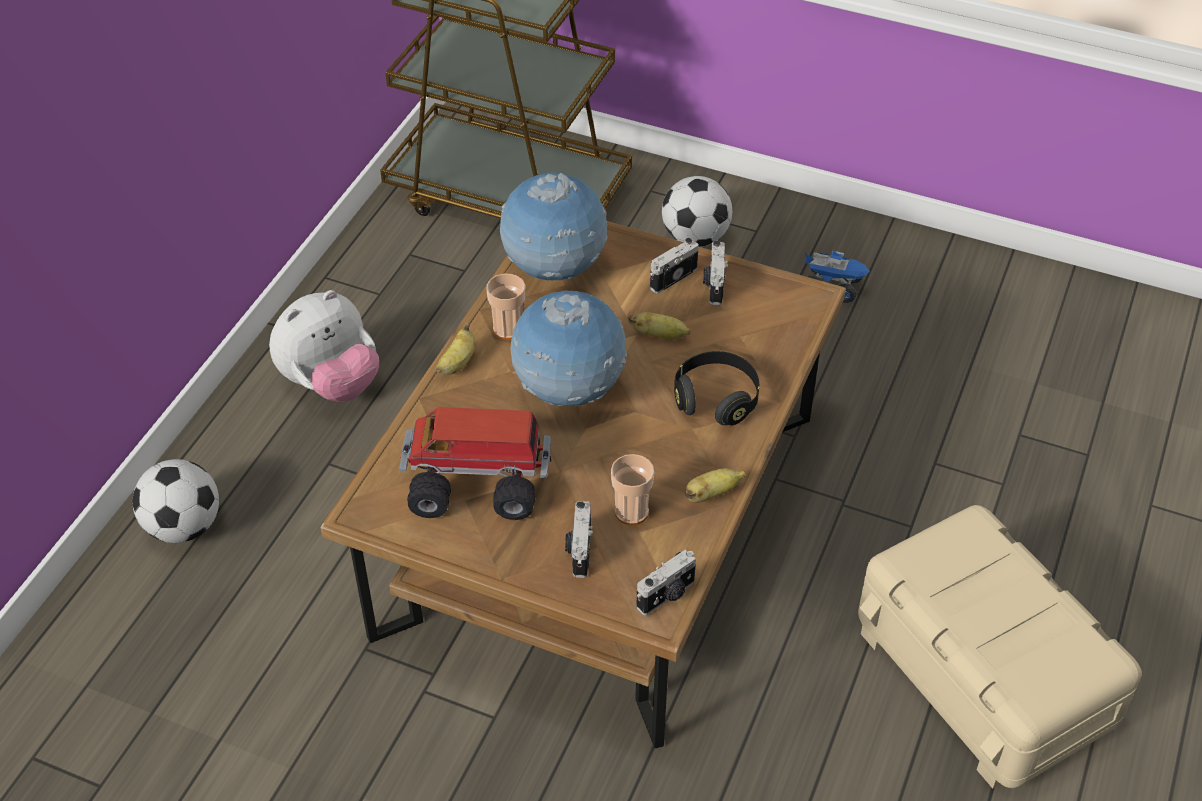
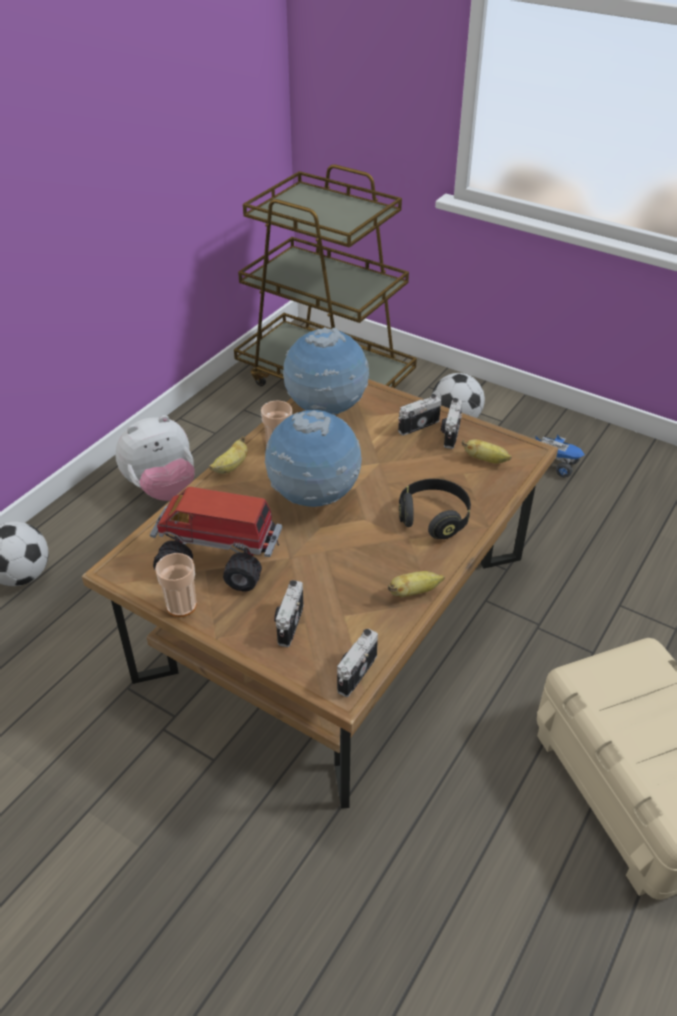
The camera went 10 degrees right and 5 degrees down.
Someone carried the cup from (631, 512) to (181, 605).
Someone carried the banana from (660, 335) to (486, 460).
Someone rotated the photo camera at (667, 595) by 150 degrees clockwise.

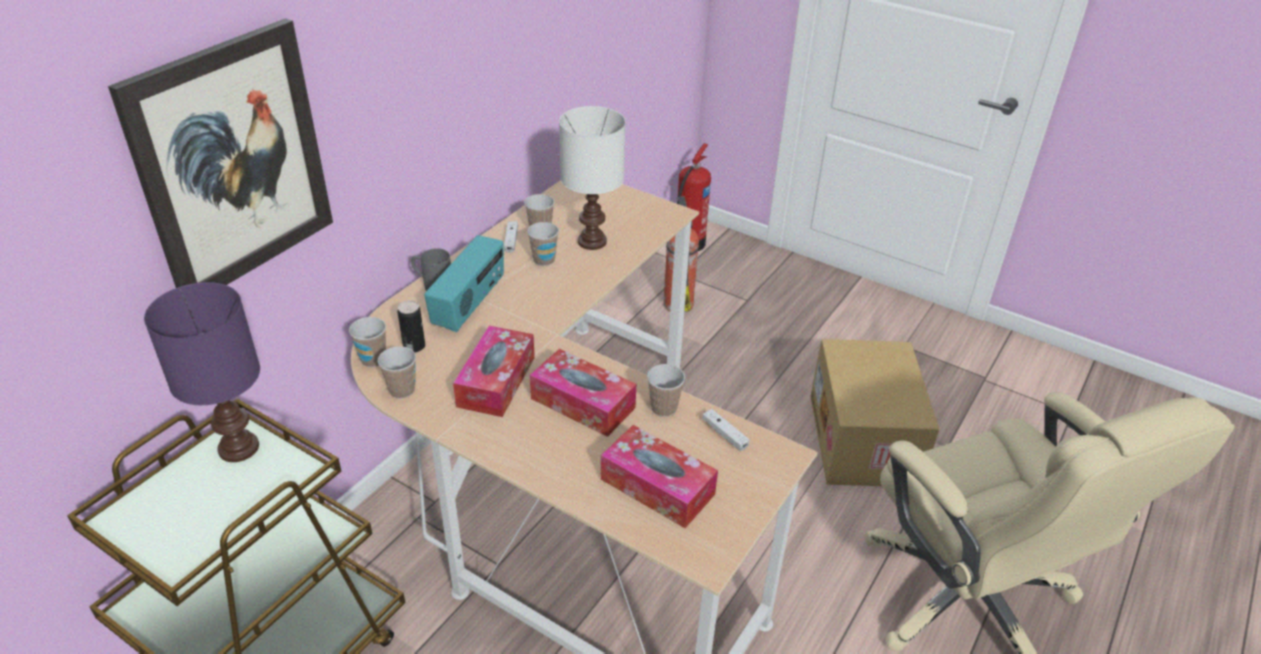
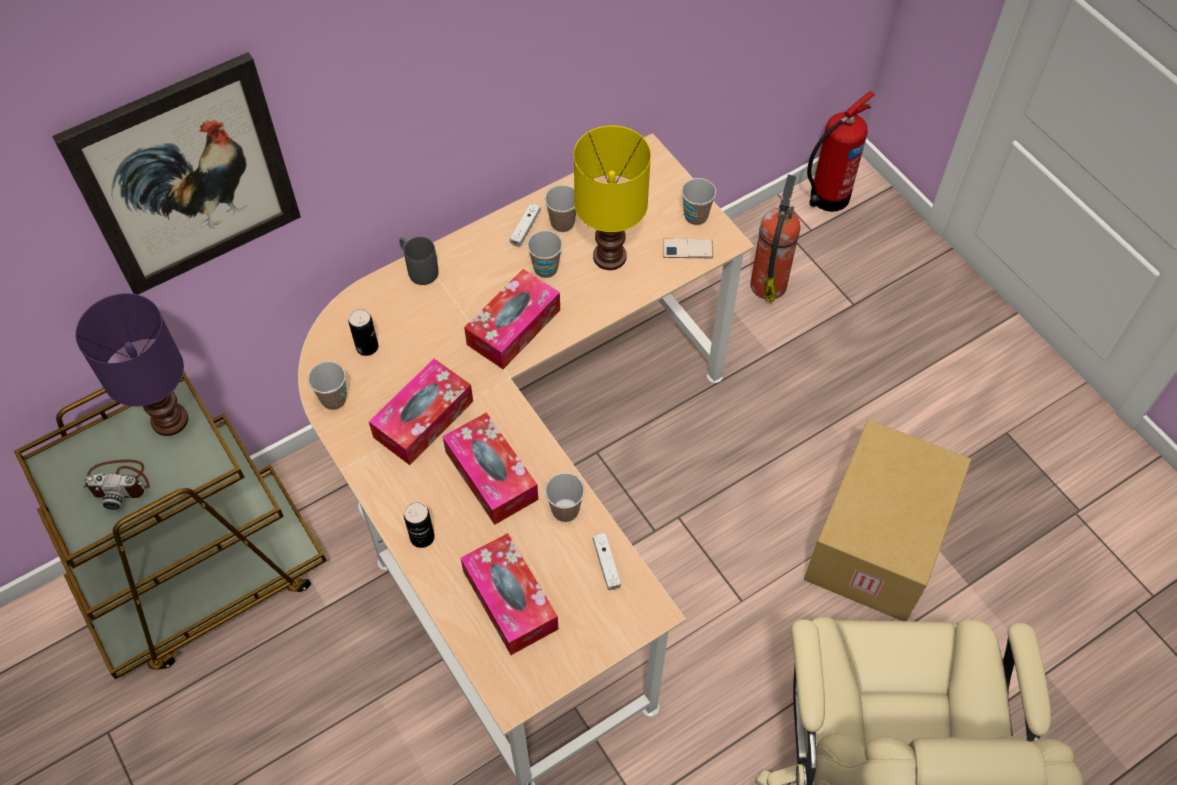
The camera went 25 degrees right and 20 degrees up.
Someone carried the cup from (373, 359) to (696, 216).
Someone took away the radio at (470, 305).
Someone repainted the white table lamp at (591, 241), which became the yellow table lamp at (609, 255).
Someone put down the photo camera at (119, 483).
Someone put down the can at (422, 537).
Someone put down the tissue box at (513, 327).
Someone put down the phone at (687, 249).

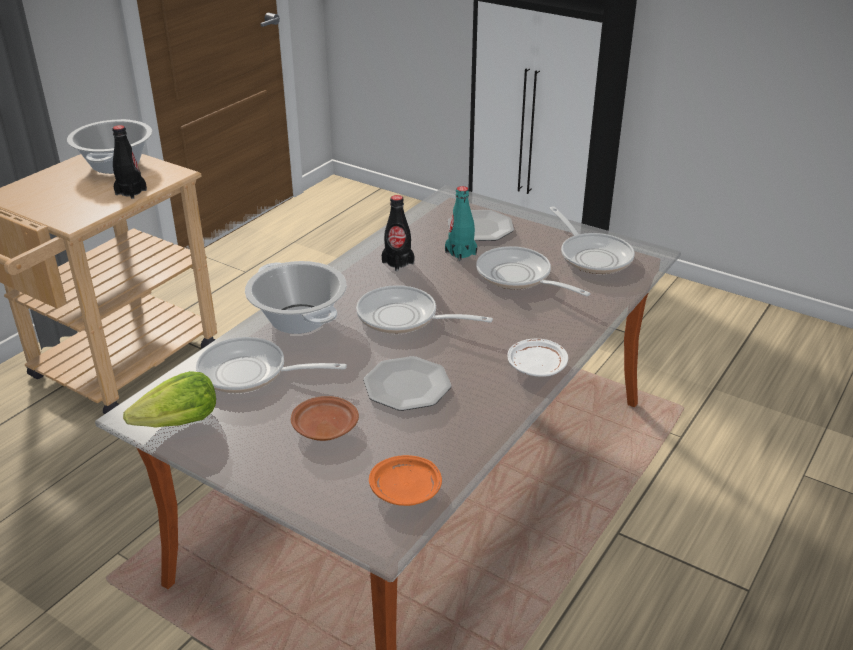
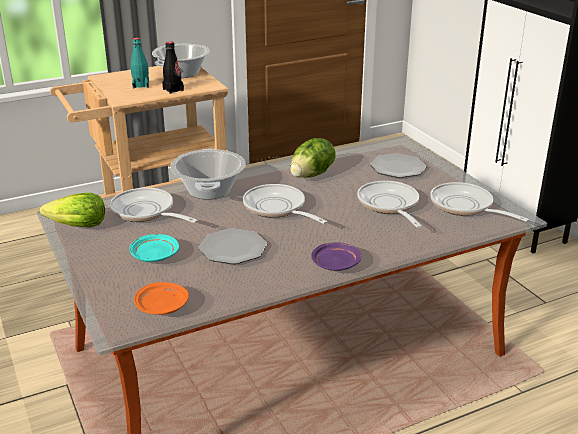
The camera went 30 degrees right and 5 degrees down.
Someone repainted the brown plate at (324, 428), which became the turquoise plate at (154, 255).
Someone swapped the black bottle at (398, 263) for the lettuce at (312, 174).
Someone carried the turquoise bottle from (460, 253) to (141, 85).
Someone repainted the white plate at (536, 366), which became the purple plate at (336, 264).
Someone rotated the frying pan at (592, 256) by 135 degrees clockwise.

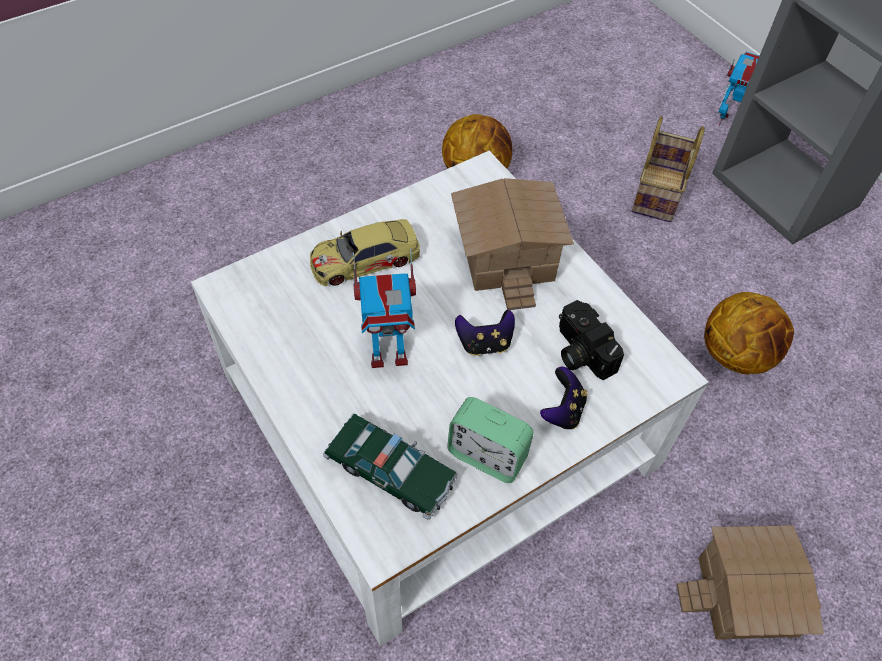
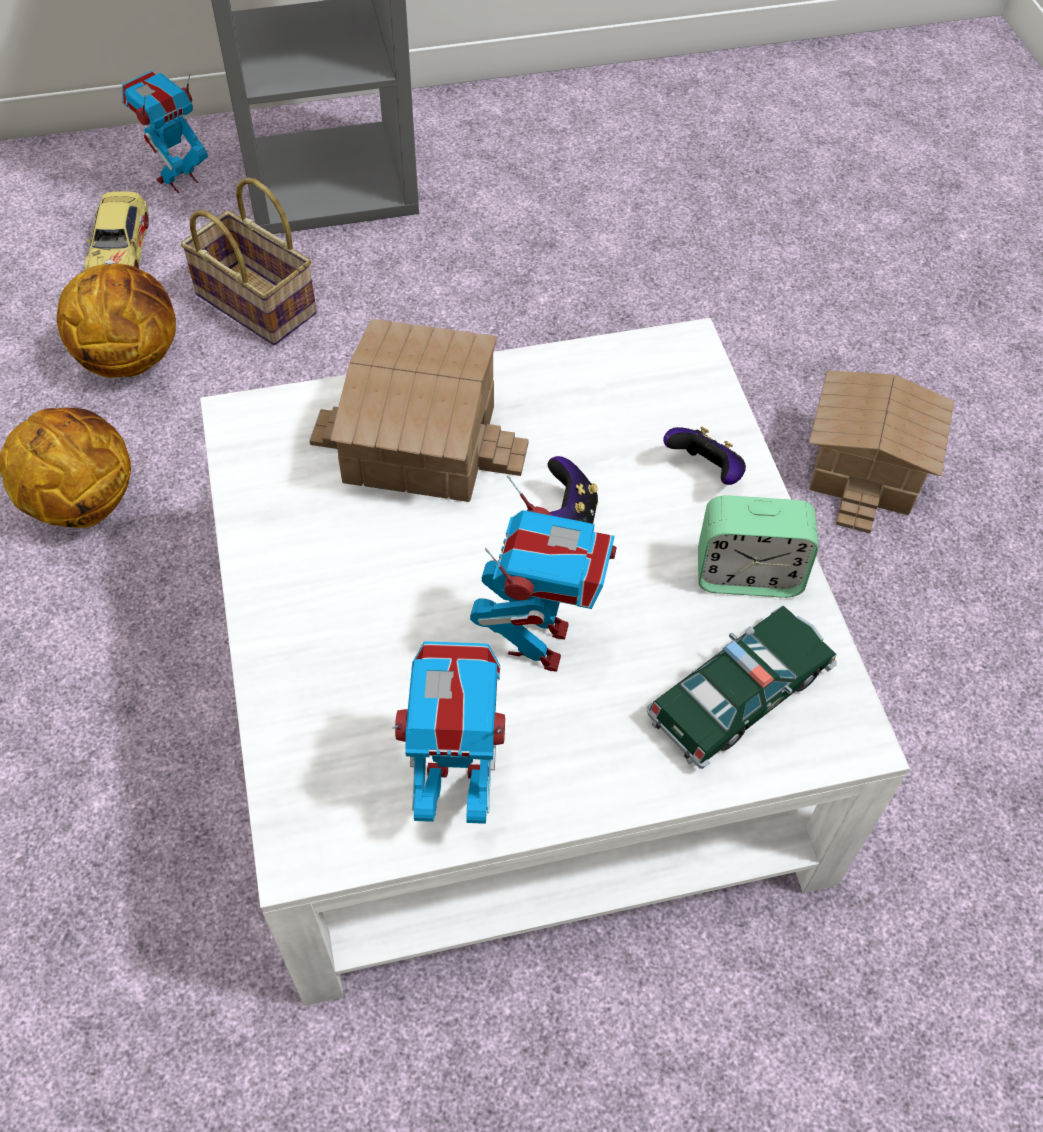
The camera went 70 degrees left and 0 degrees up.
Someone carried the toy car from (364, 259) to (119, 248).
Someone rotated the alarm clock at (487, 455) by 45 degrees clockwise.
Someone took away the photo camera at (579, 352).
Someone carried the basketball from (737, 355) to (131, 357).
Someone put down the toy robot at (456, 788).

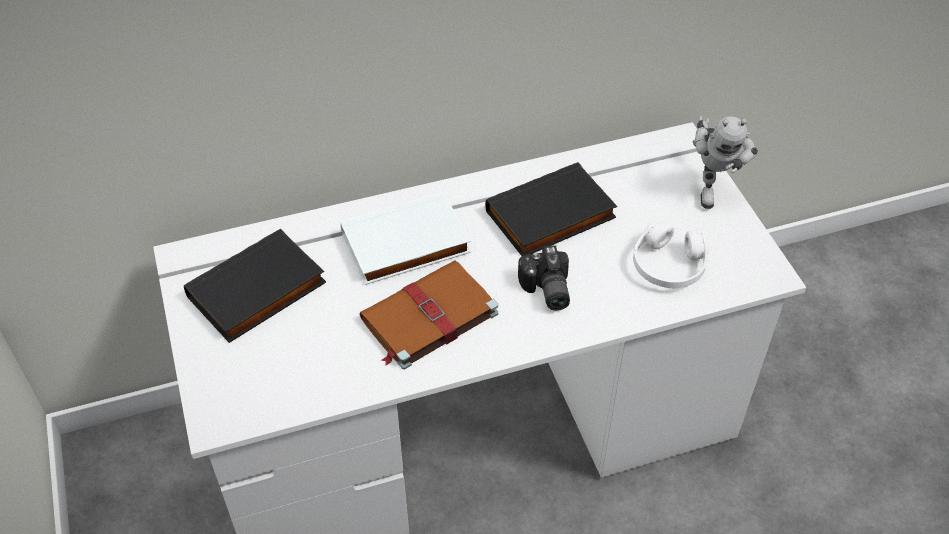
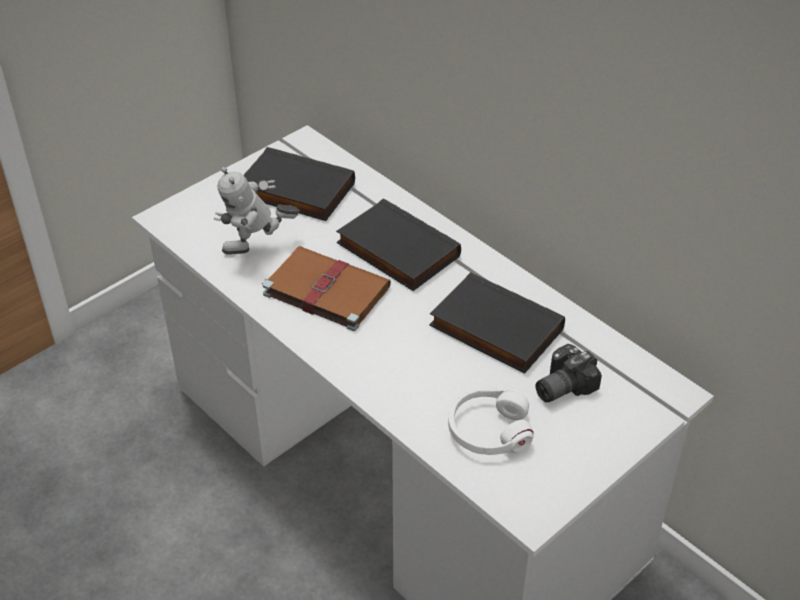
The camera went 65 degrees right and 5 degrees down.
Someone repainted the white book at (406, 245), which became the black book at (395, 250).
Someone carried the photo camera from (545, 290) to (560, 385).
Someone carried the toy robot from (711, 187) to (257, 250).

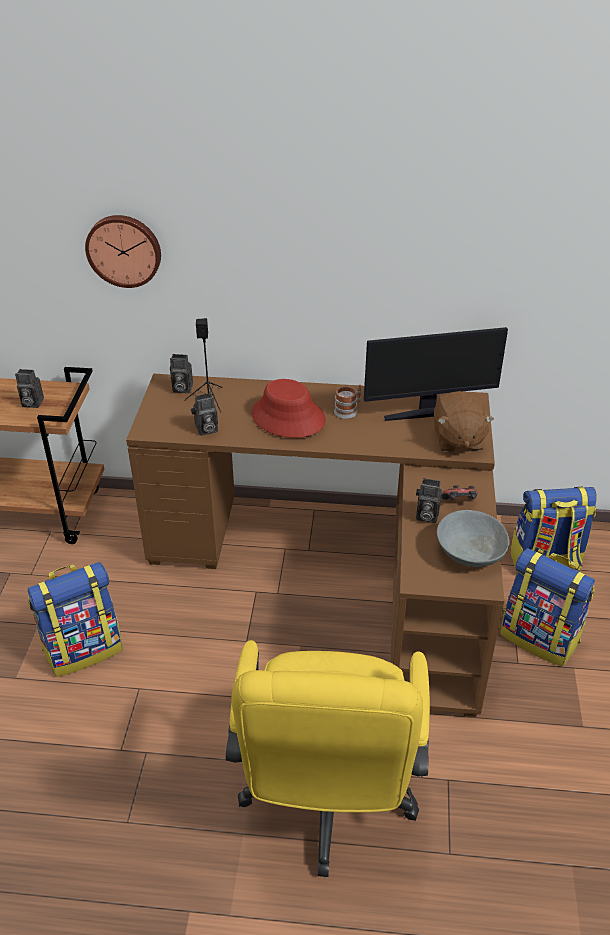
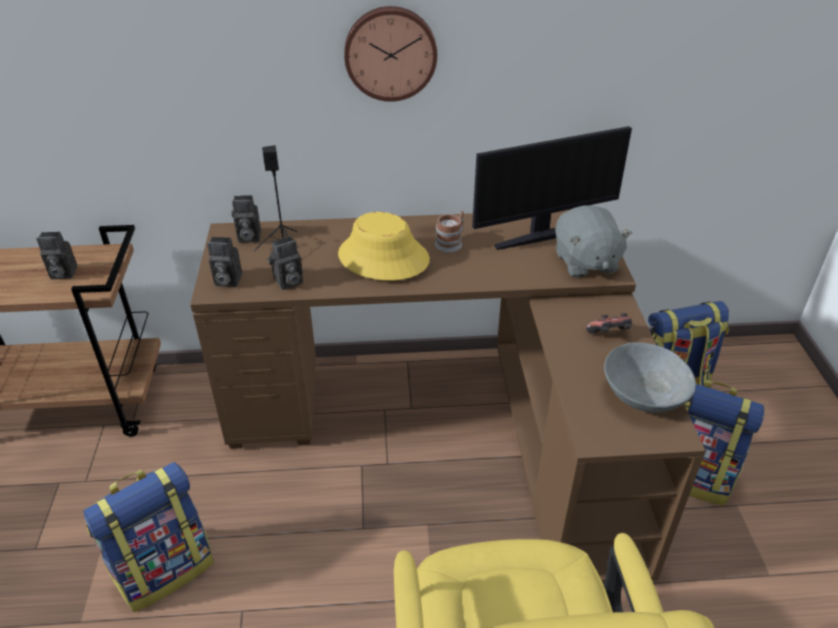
The camera went 10 degrees left and 0 degrees up.
Someone carried the wall clock from (124, 250) to (390, 53).
Someone repainted the red hat at (287, 417), which became the yellow hat at (383, 258).
Someone carried the photo camera from (425, 516) to (226, 281).
Someone repainted the brown plush toy at (457, 439), which became the grey plush toy at (585, 262).

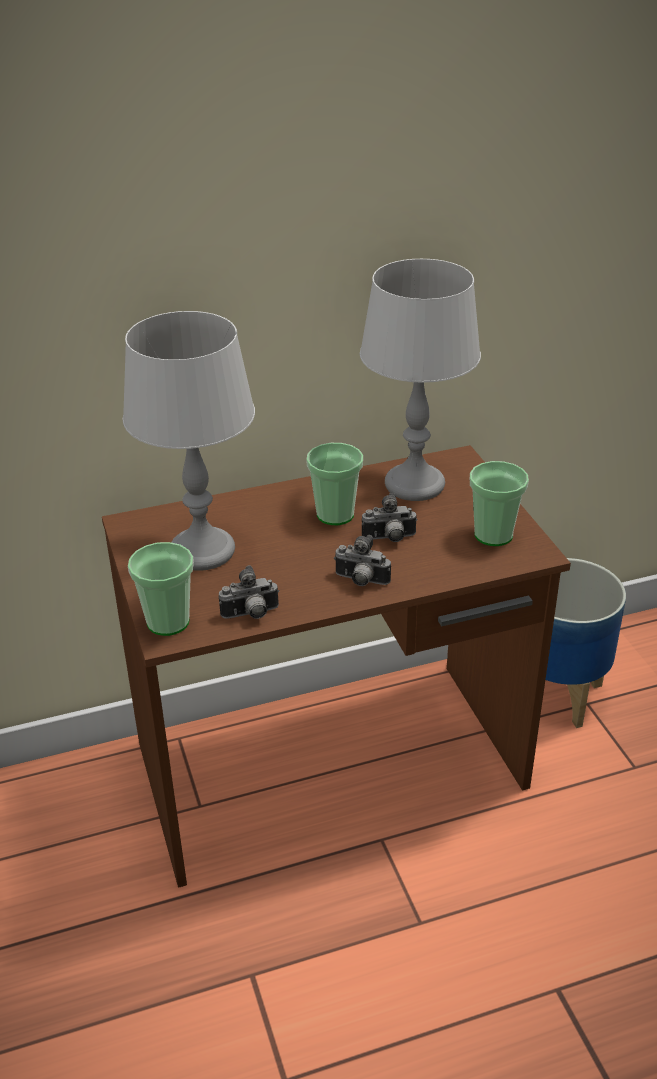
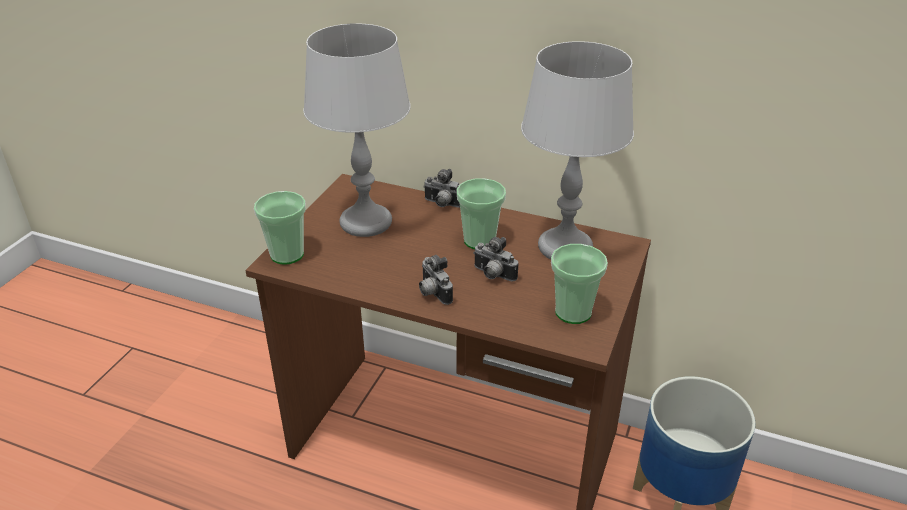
The camera went 40 degrees right and 0 degrees up.
Someone carried the photo camera from (251, 615) to (442, 205).

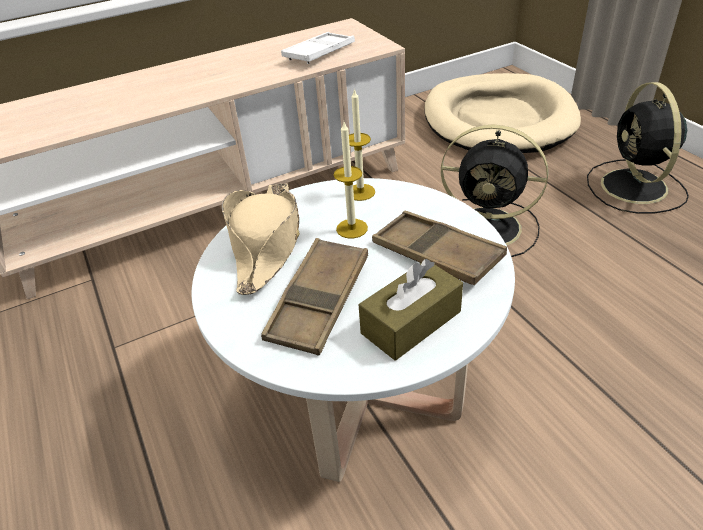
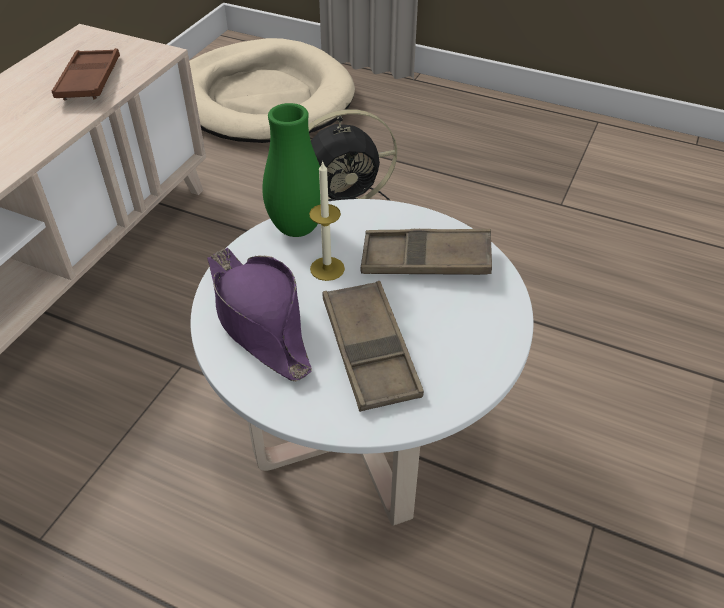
The camera went 40 degrees left and 5 degrees up.
Someone repainted the beige hat at (266, 244), which became the purple hat at (259, 321).
Someone repainted the white tray at (319, 53), which became the brown tray at (89, 81).
Someone swapped the candle at (360, 192) for the green vase at (297, 228).
Someone took away the brown tissue box at (411, 322).
Someone took away the black fan at (635, 188).

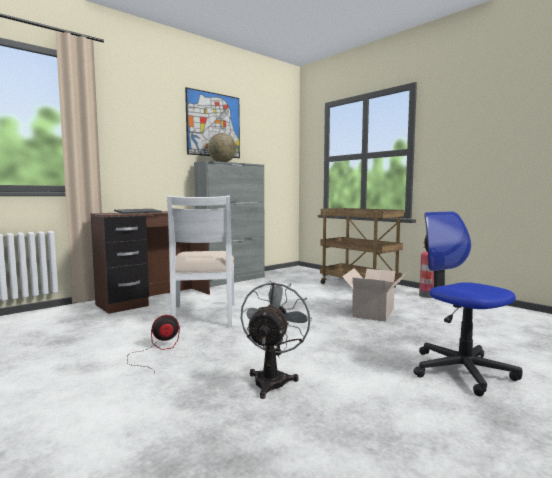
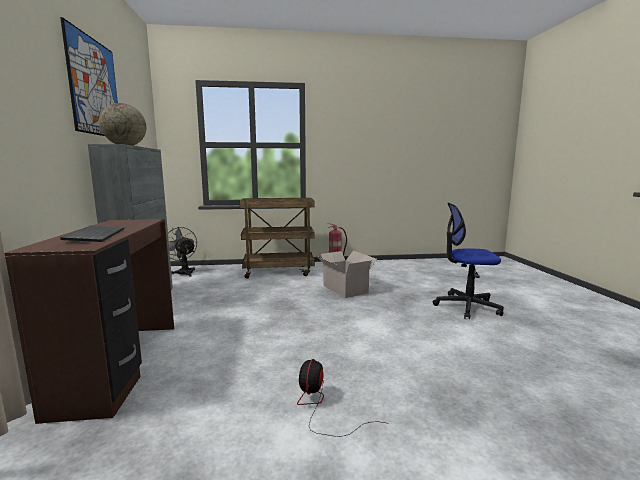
The camera went 55 degrees left and 5 degrees up.
Someone took away the white chair at (203, 315).
Someone carried the grey fan from (272, 379) to (183, 272).

